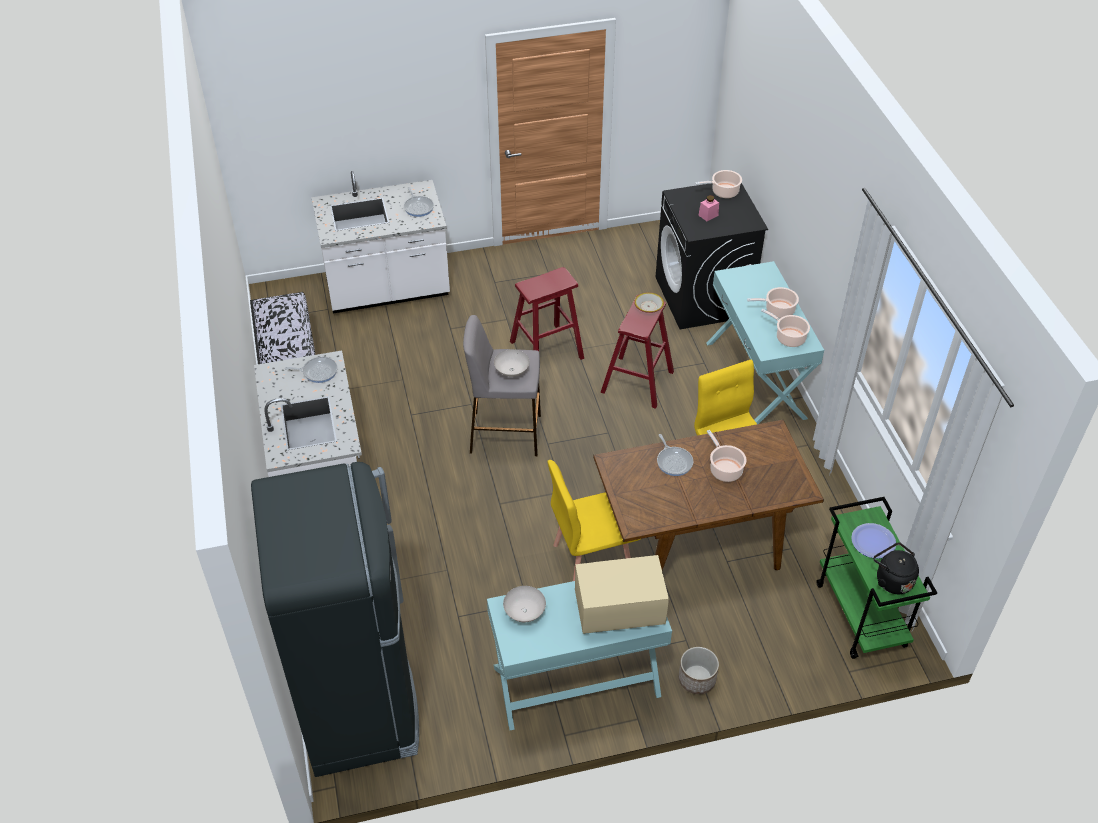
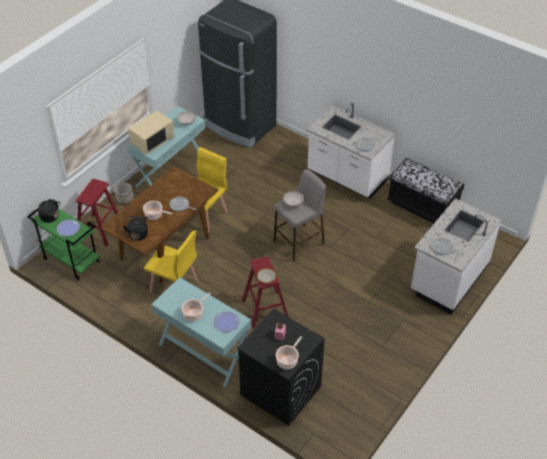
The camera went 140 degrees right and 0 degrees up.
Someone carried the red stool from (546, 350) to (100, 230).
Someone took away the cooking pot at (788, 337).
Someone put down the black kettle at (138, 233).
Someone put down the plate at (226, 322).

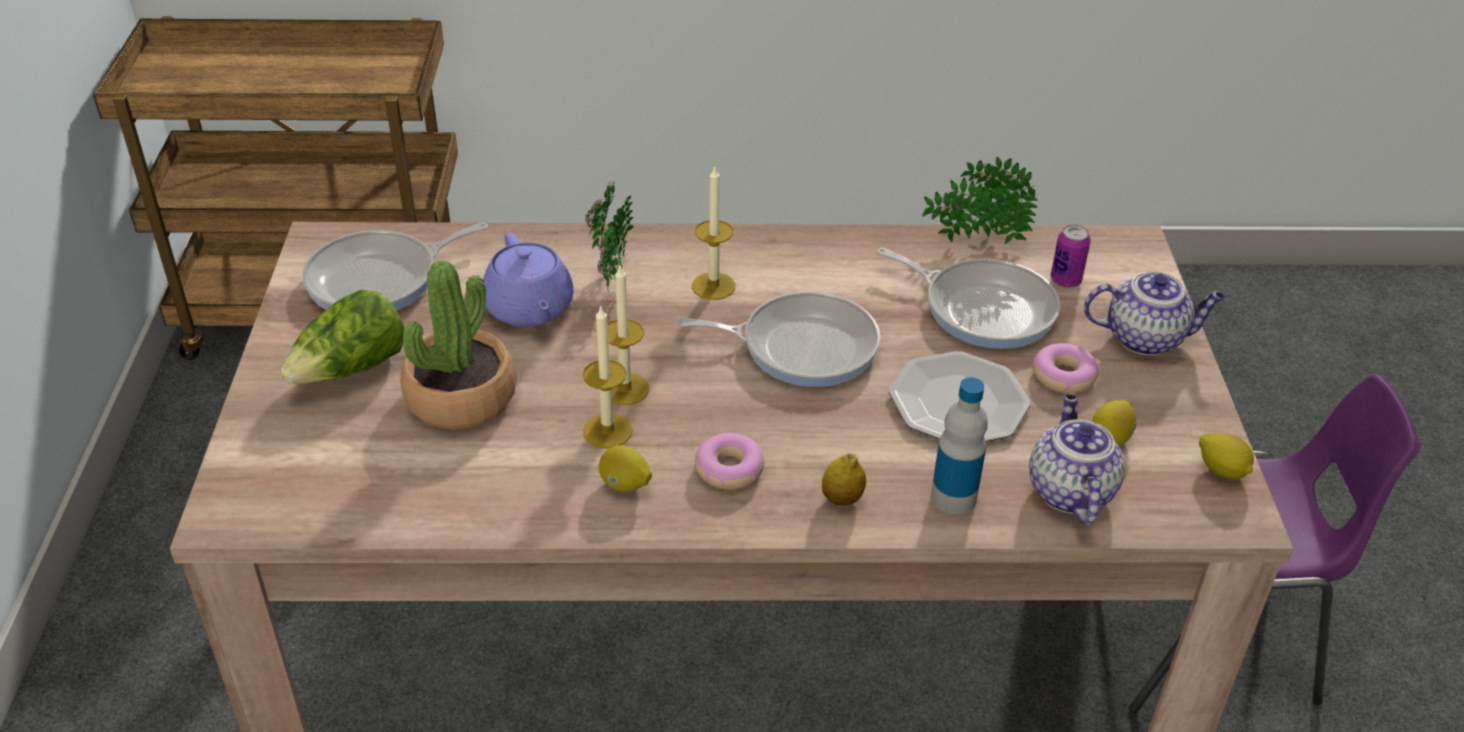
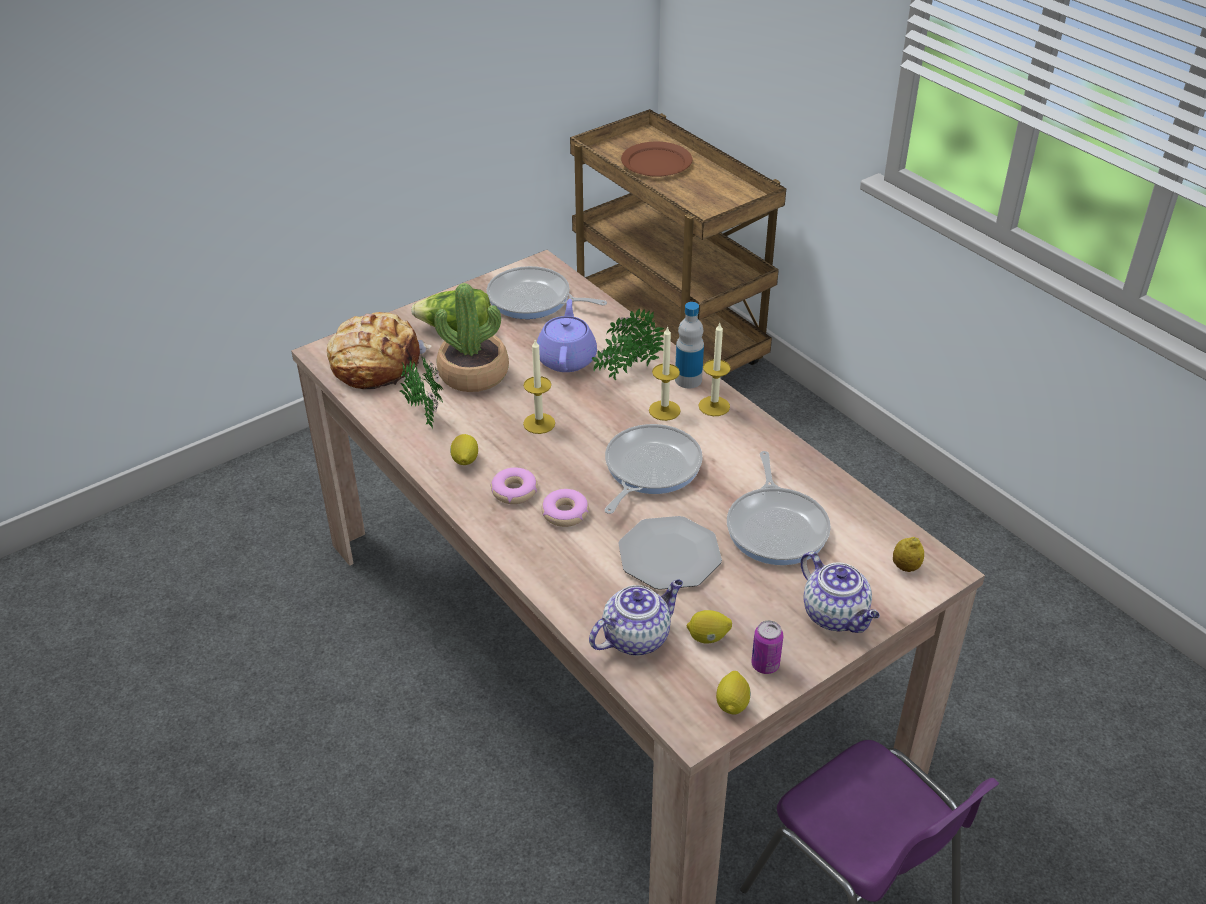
The camera went 55 degrees right and 0 degrees up.
Someone rotated the purple teapot at (529, 309) by 150 degrees clockwise.
Someone carried the candle from (607, 431) to (714, 406).
Someone rotated the frying pan at (801, 346) by 120 degrees counterclockwise.
Someone carried the lemon from (842, 499) to (906, 567).
Someone carried the potted plant from (975, 239) to (424, 412).
Someone carried the bottle from (953, 497) to (688, 380).
Someone carried the donut from (1064, 376) to (565, 513).
Someone carried the can from (1065, 280) to (765, 665).
Someone put down the bread at (375, 363).
Someone put down the brown plate at (656, 162).

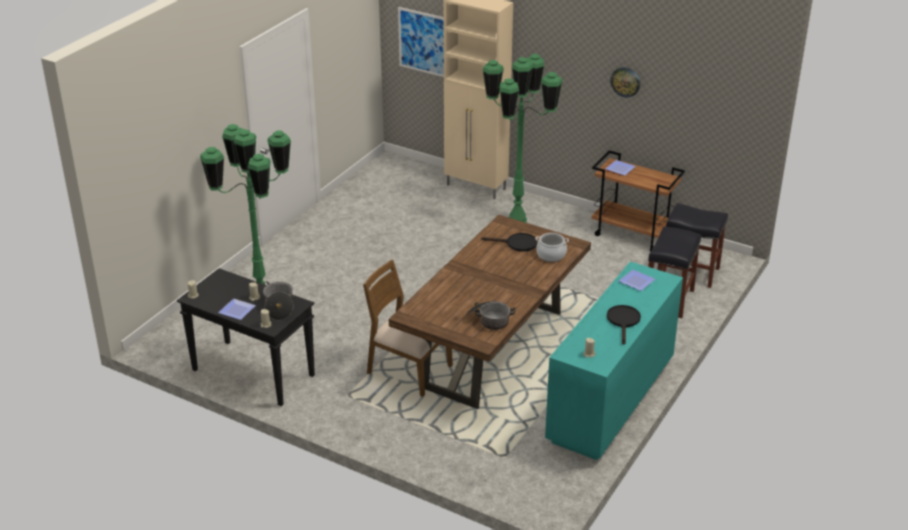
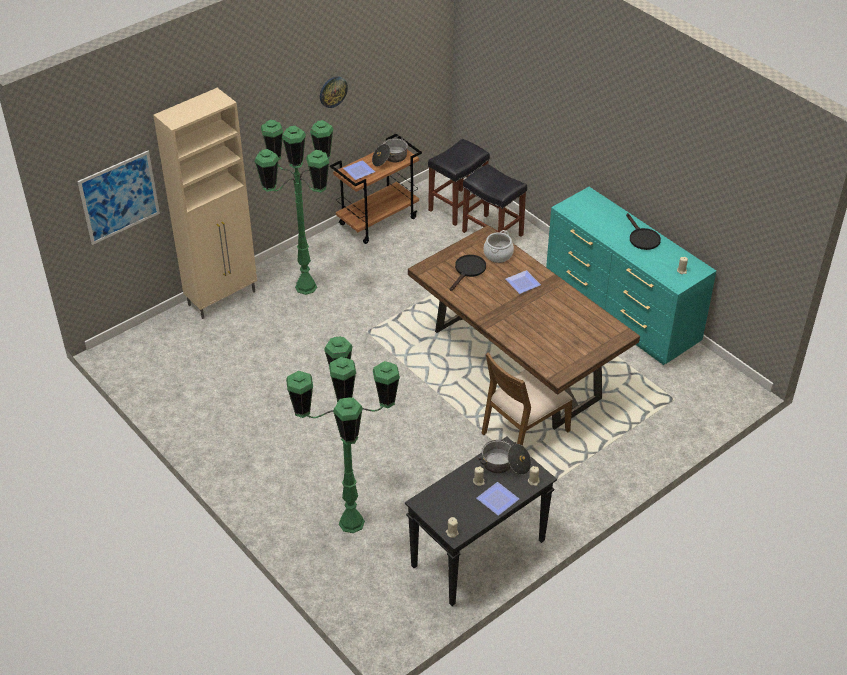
The camera went 70 degrees left and 10 degrees up.
Someone carried the cooking pot from (488, 320) to (390, 158).
Someone rotated the black frying pan at (623, 321) by 135 degrees counterclockwise.
Someone carried the plate from (636, 281) to (521, 283).

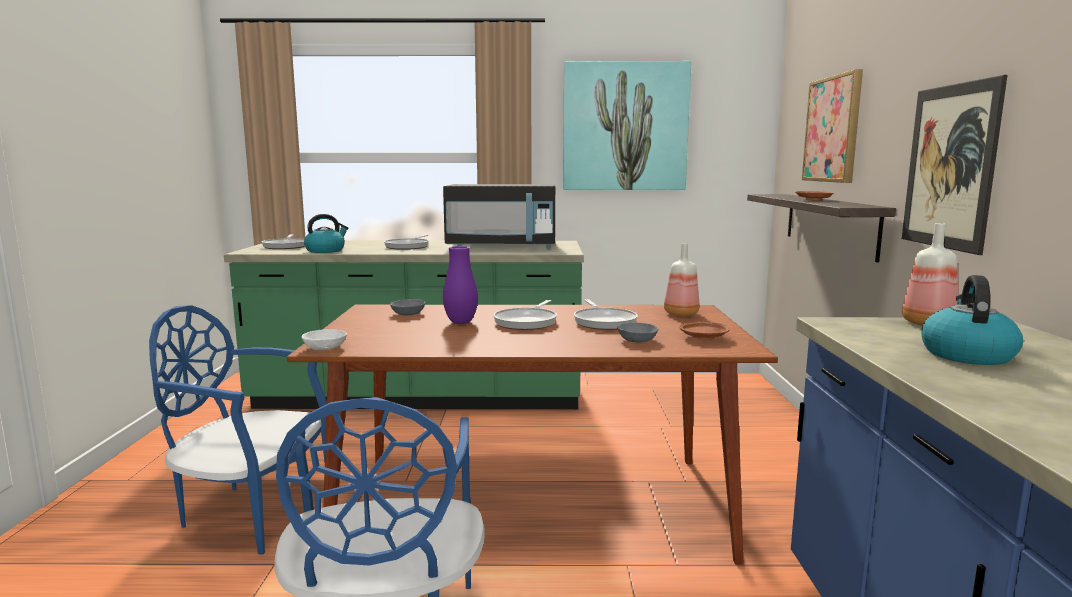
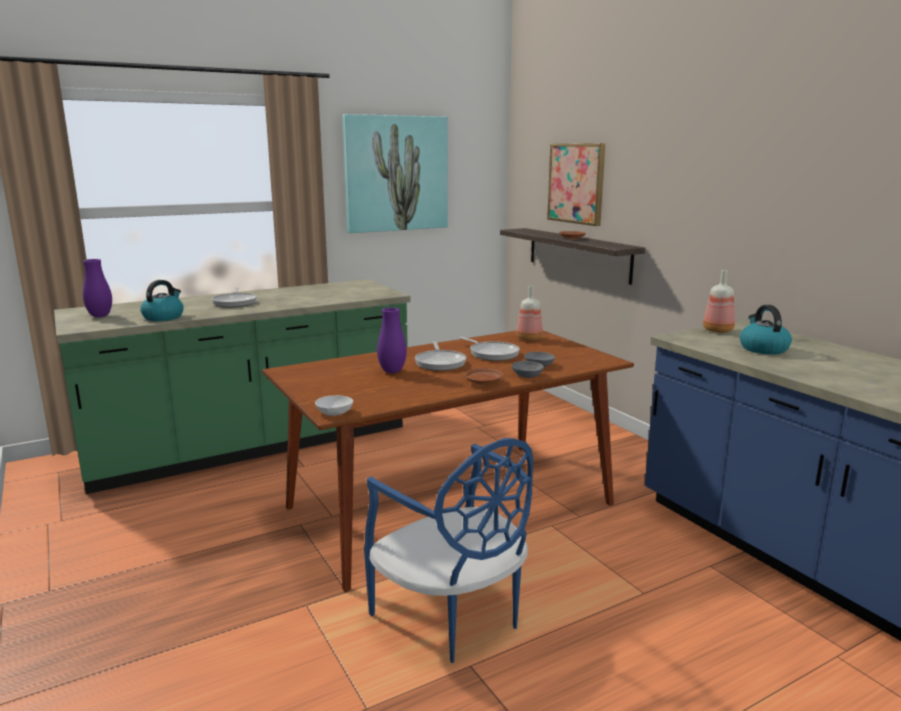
The camera went 30 degrees left and 5 degrees up.
Someone took away the blue chair at (252, 511).
Someone swapped the frying pan at (286, 246) for the purple vase at (100, 316).
Someone carried the grey bowl from (407, 313) to (526, 375).
Someone took away the black microwave at (502, 247).
Someone carried the brown plate from (704, 337) to (483, 382).
Someone took away the picture at (949, 167).

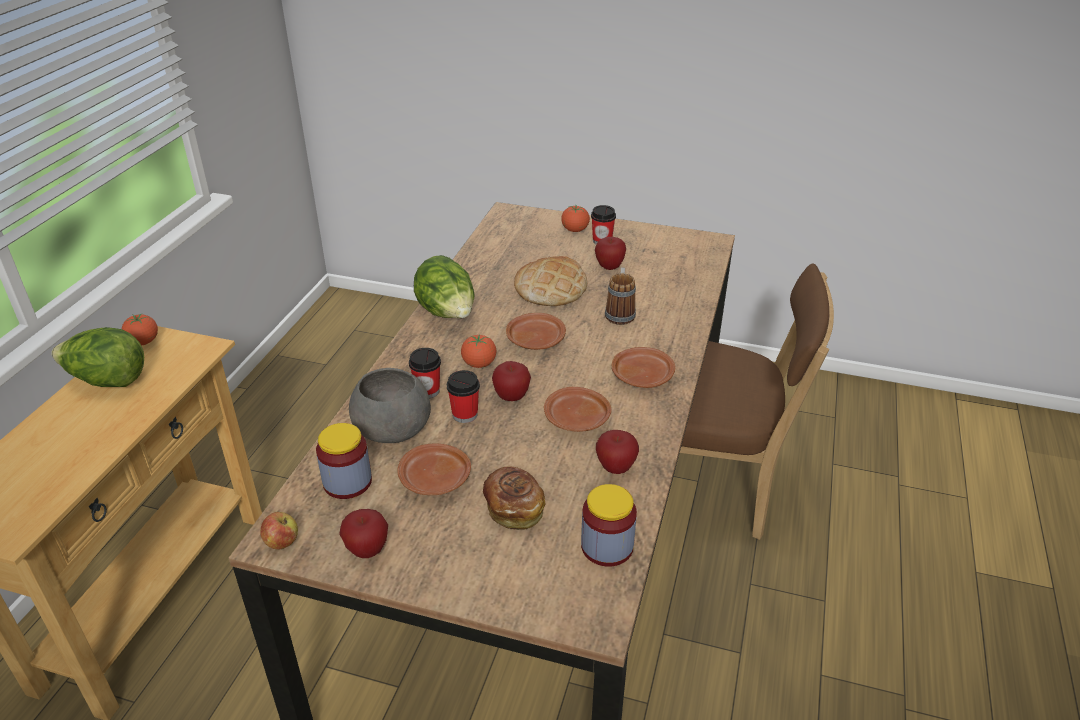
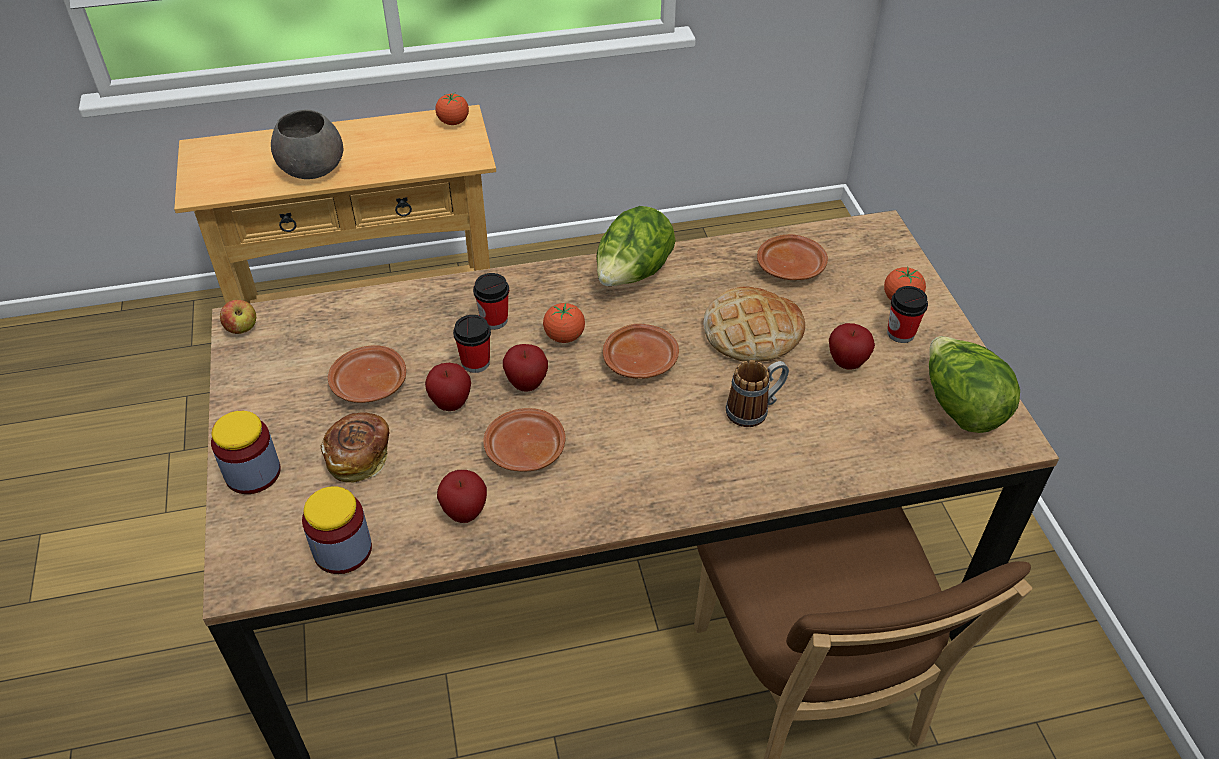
The camera went 60 degrees right and 10 degrees up.
Someone carried the lettuce from (107, 381) to (960, 407).
Someone carried the jar from (347, 482) to (253, 473).
Someone carried the apple from (367, 550) to (451, 403).
Someone carried the grey bowl from (394, 428) to (312, 168).
Someone carried the brown plate from (642, 376) to (791, 267).

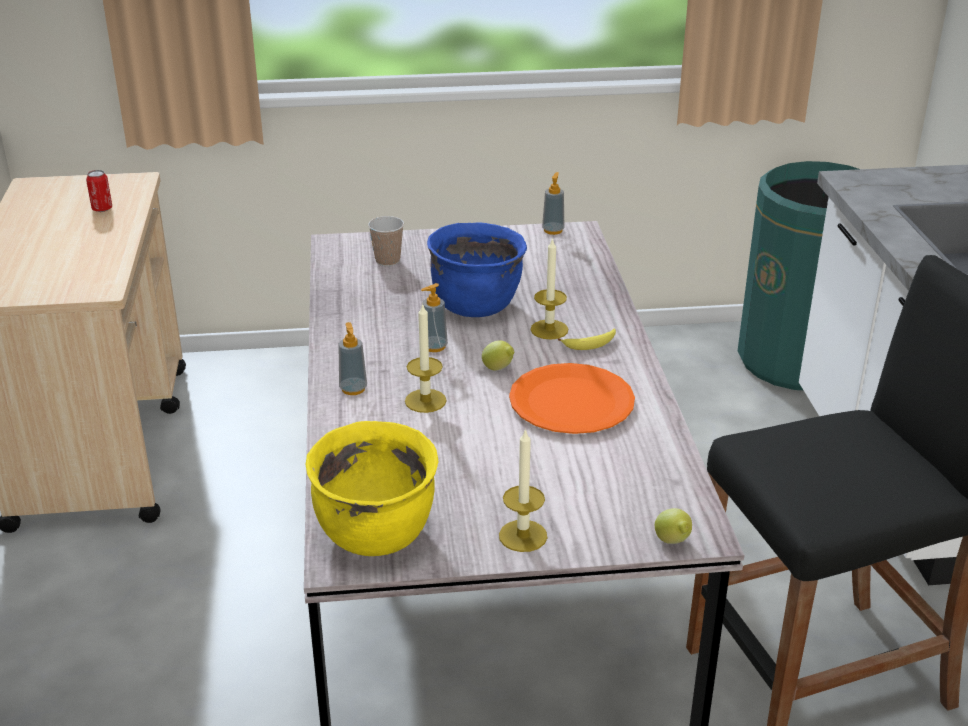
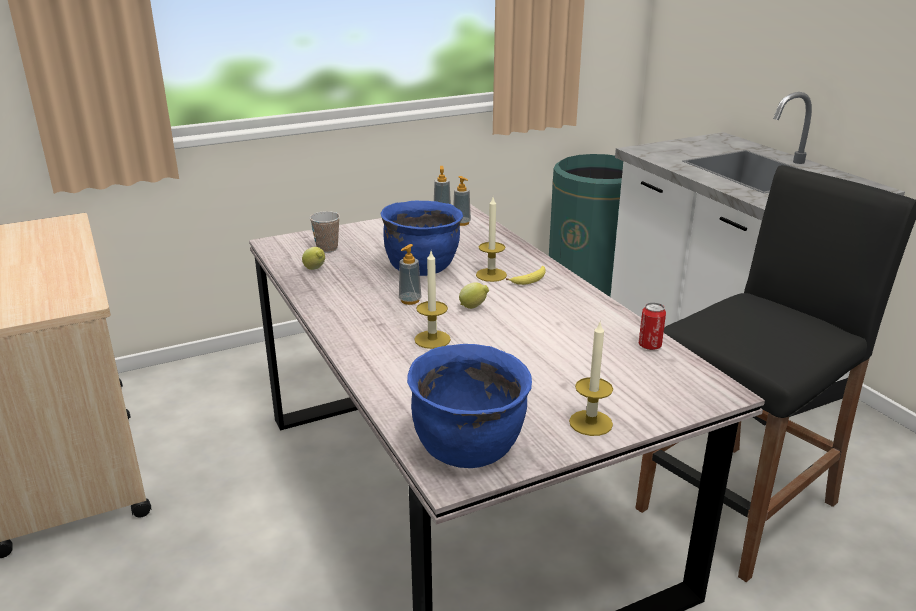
The camera went 20 degrees left and 5 degrees down.
Someone carried the can from (102, 209) to (649, 346).
Someone repainted the yellow cooking pot at (377, 534), which became the blue cooking pot at (469, 449).
Someone carried the soap dispenser from (353, 389) to (461, 223).
Someone took away the orange plate at (571, 402).
Someone carried the lemon from (673, 542) to (315, 269).

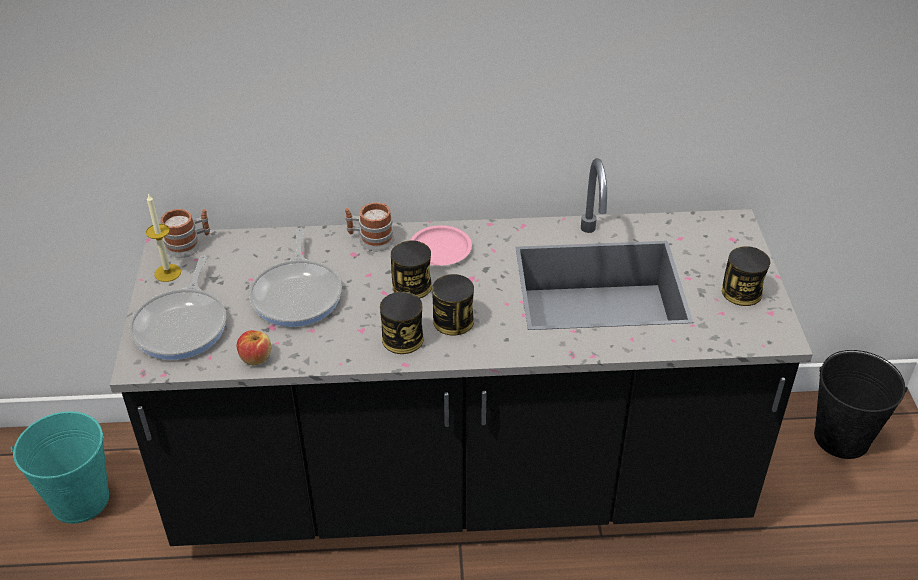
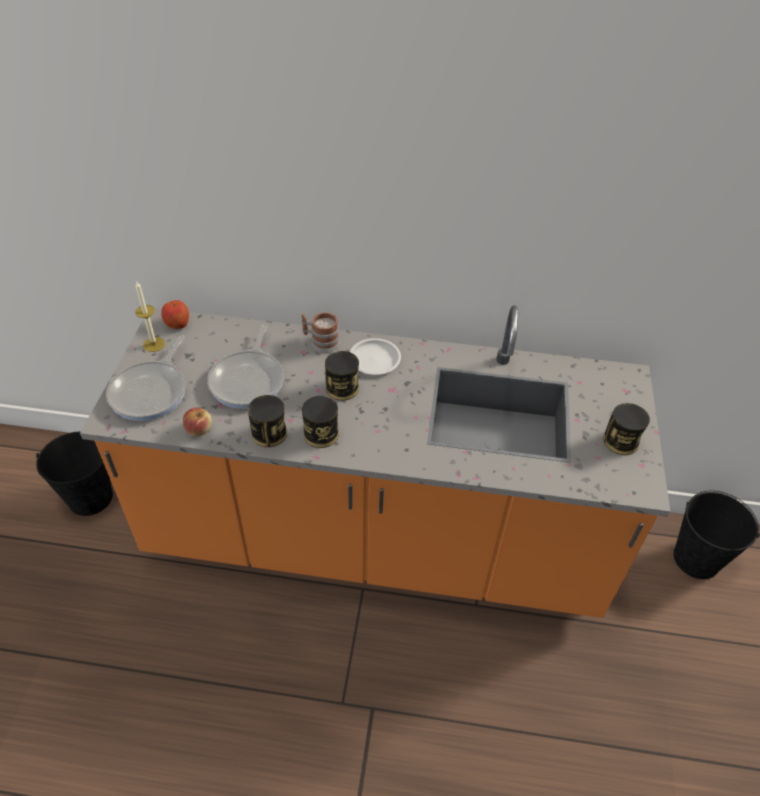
The camera went 10 degrees right and 5 degrees up.
Someone repainted the turquoise bucket at (80, 499), which became the black bucket at (90, 497).
Someone repainted the black counter at (460, 484), which became the orange counter at (375, 539).
Someone swapped the mug at (189, 245) for the apple at (177, 323).
Someone repainted the pink plate at (440, 250), which became the white plate at (374, 360).
Someone carried the can from (453, 321) to (269, 433).

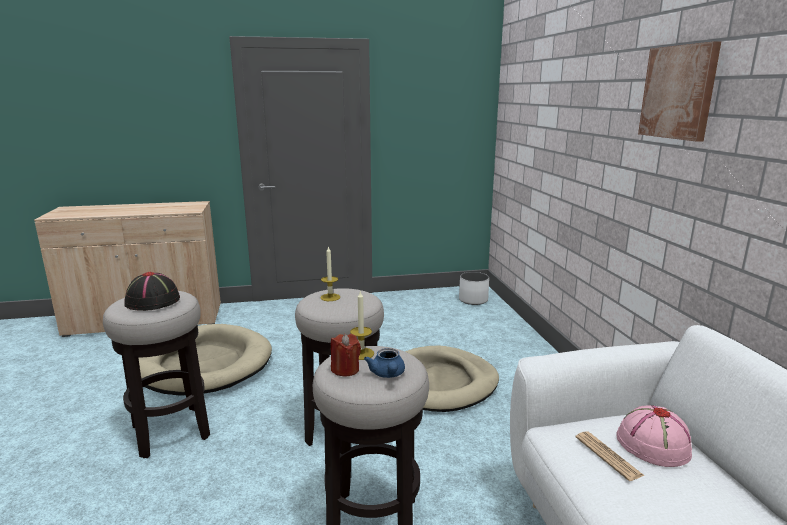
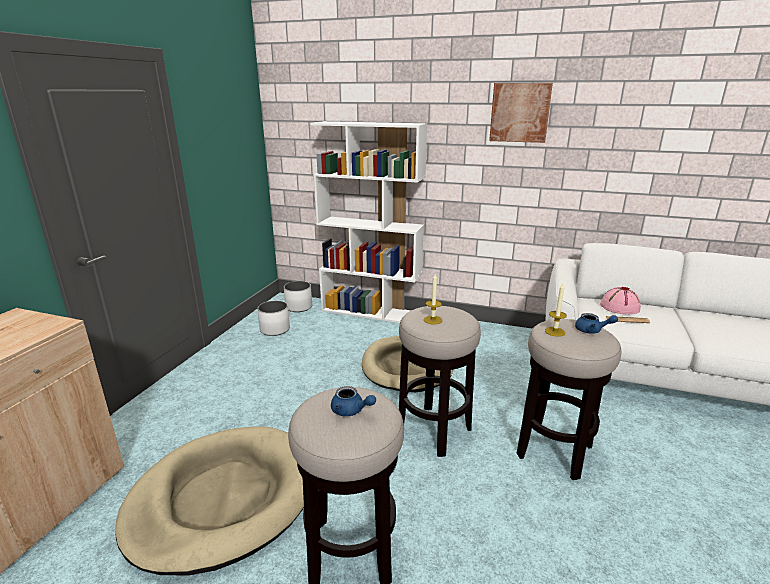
The camera went 60 degrees left and 5 degrees up.
Someone swapped the black hat at (153, 301) for the blue teapot at (351, 411).
Someone took away the red candle at (345, 369).
Someone put down the white planter at (275, 329).
Someone put down the white bookcase at (371, 312).

